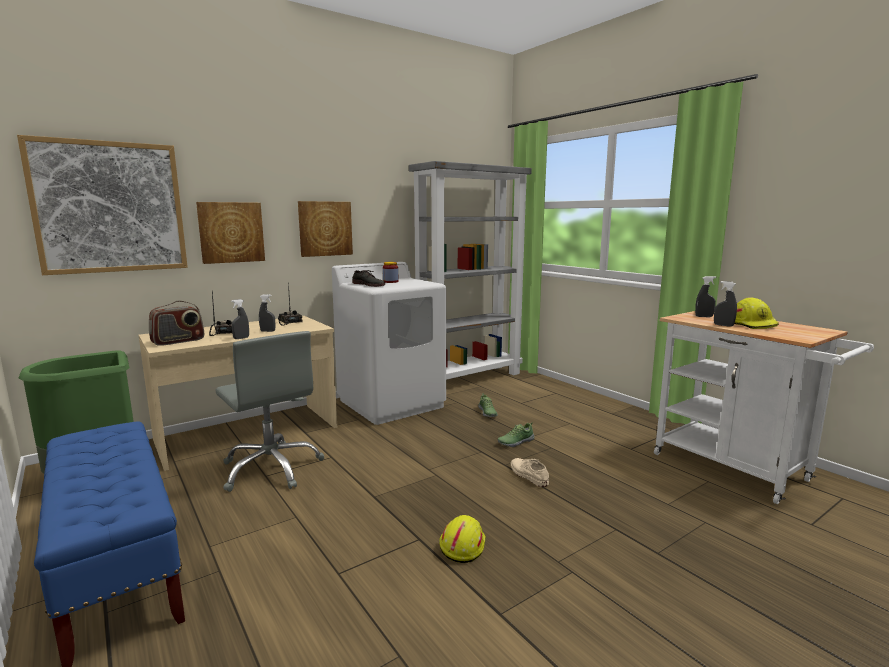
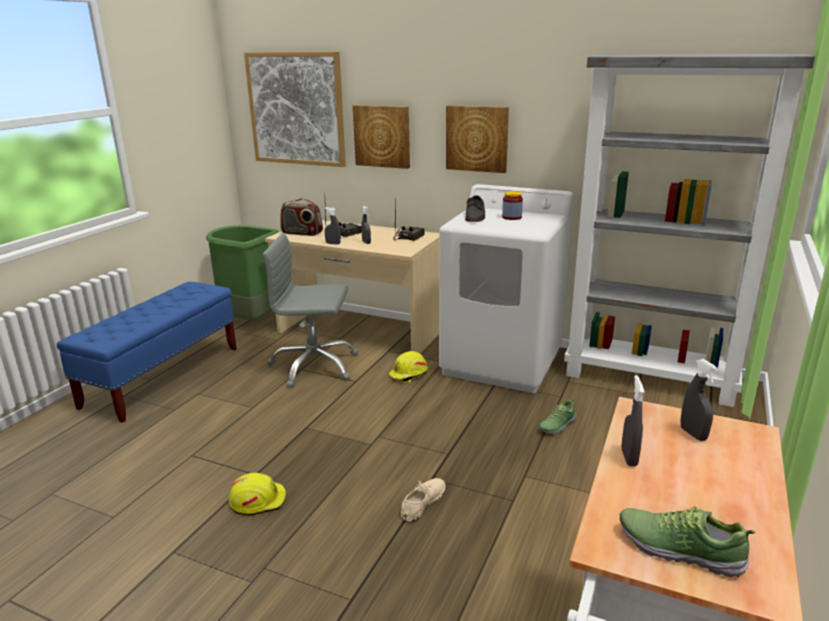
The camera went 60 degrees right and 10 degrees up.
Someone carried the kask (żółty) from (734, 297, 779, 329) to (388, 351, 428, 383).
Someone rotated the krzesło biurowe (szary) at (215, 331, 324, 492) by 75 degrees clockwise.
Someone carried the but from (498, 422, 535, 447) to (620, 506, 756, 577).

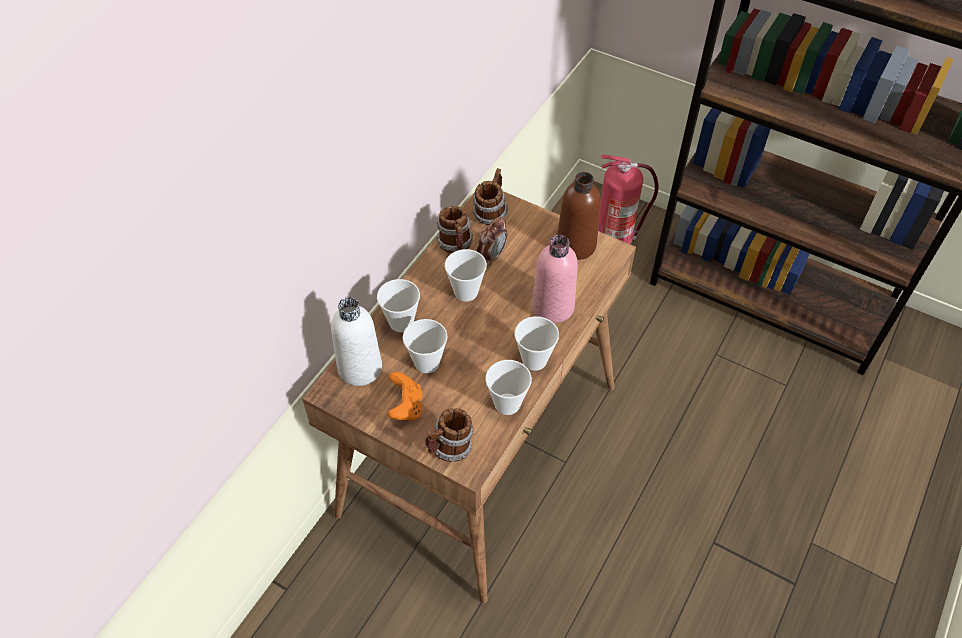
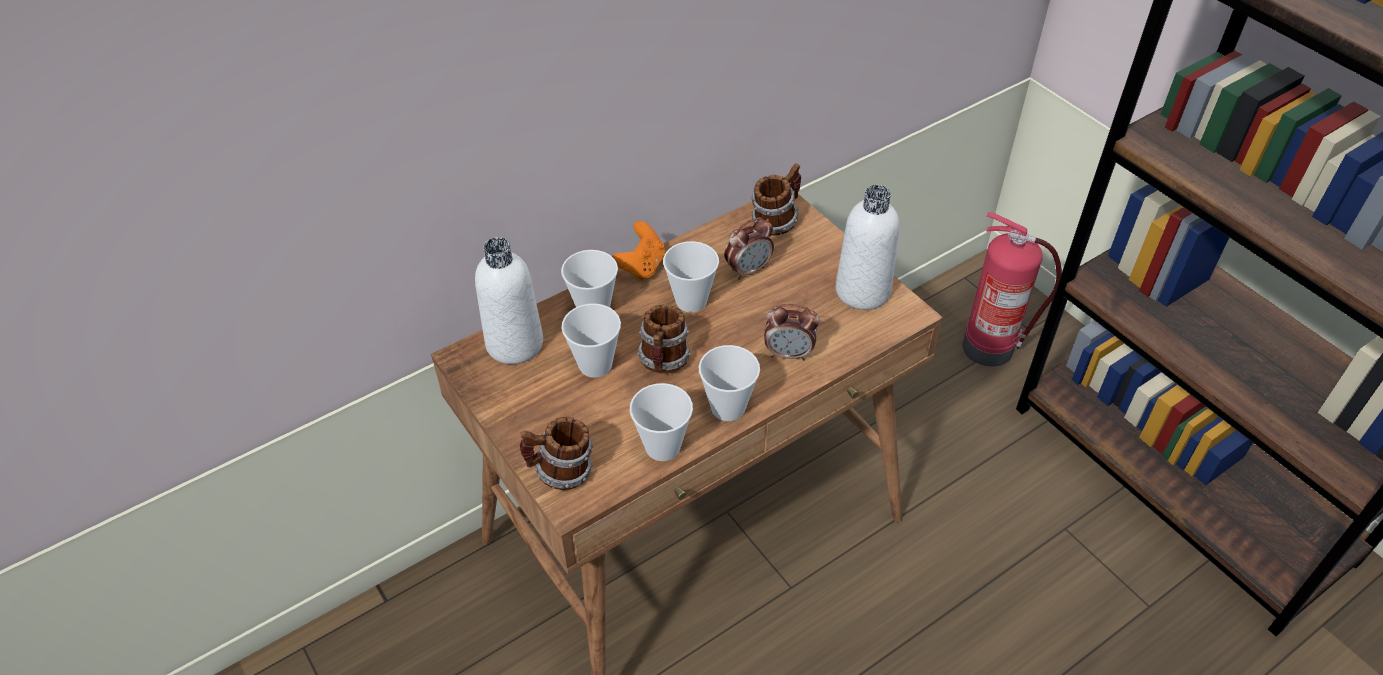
The camera went 25 degrees right and 5 degrees down.
Someone repainted the butelka (brązowy) at (557, 172, 601, 260), which became the butelka (biały) at (836, 185, 900, 310).
Someone carried the kubek from (437, 206, 473, 253) to (637, 305, 691, 373).
Someone swapped the butelka (różowy) at (532, 235, 578, 323) for the budzik at (764, 304, 819, 361).
Someone carried the pad do gier (pomarańczowy) from (387, 371, 423, 421) to (612, 221, 665, 281).

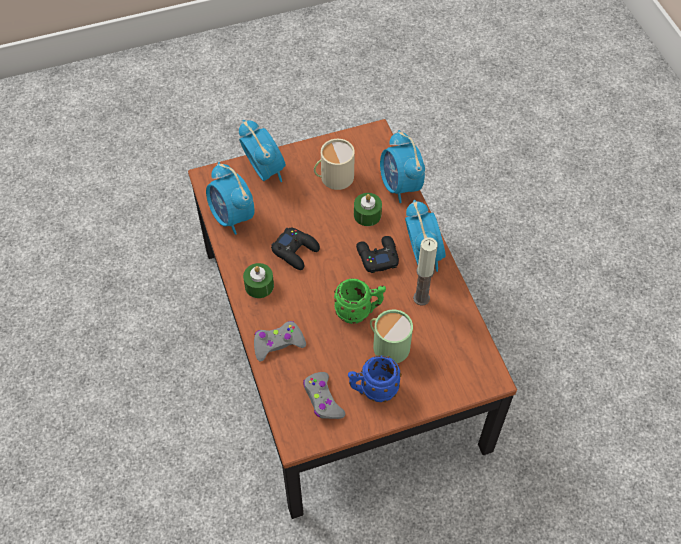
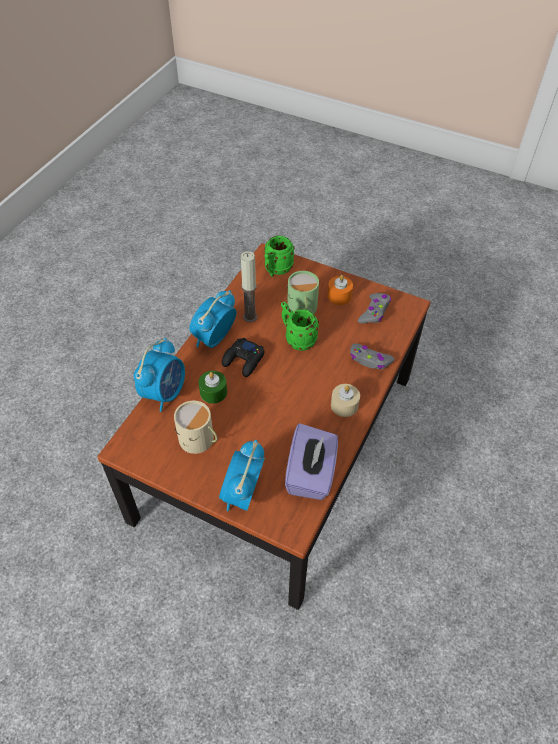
The camera went 135 degrees left and 5 degrees down.
Someone swapped the budzik at (206, 162, 254, 235) for the pudełko chusteczek (fioletowy) at (285, 423, 338, 500).
Someone took away the pad do gier (czarny) at (271, 228, 320, 270).
Someone repainted the świeca (zielony) at (243, 263, 274, 298), which became the świeca (beżowy) at (331, 384, 360, 417).
Someone swapped the kubek (niebieski) at (348, 355, 402, 402) for the świeca (pomarańczowy) at (327, 275, 353, 305).
Someone put down the kubek (zielony) at (264, 236, 295, 277).

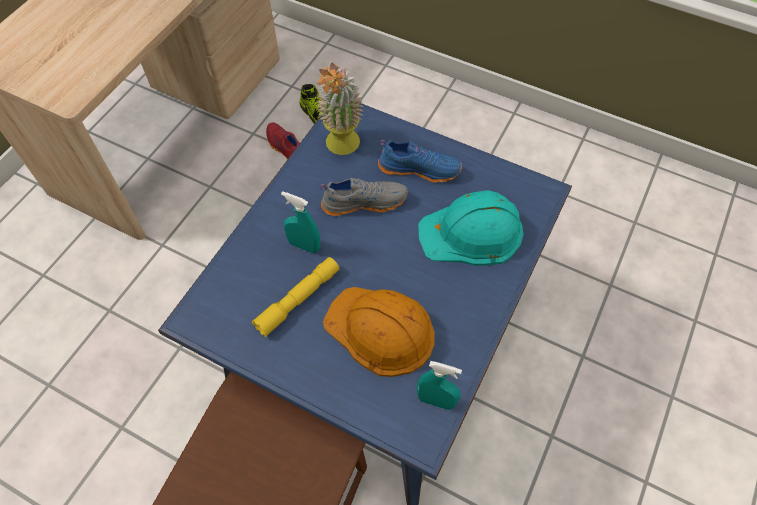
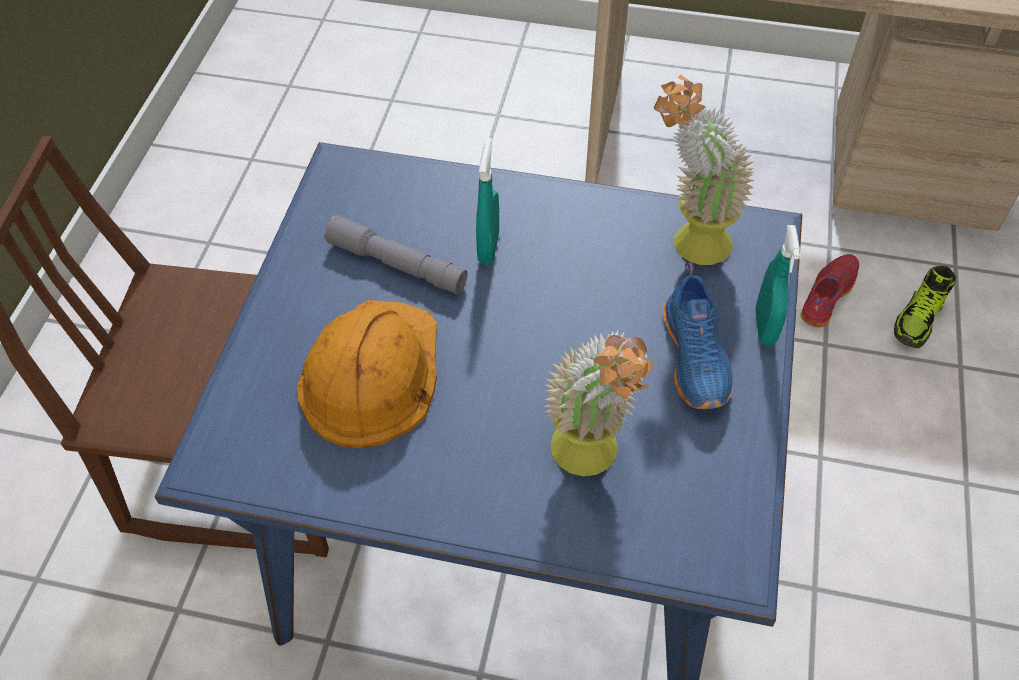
The camera went 75 degrees right and 5 degrees down.
Someone took away the but (szary) at (320, 178, 408, 216).
Someone swapped the kask (turkusowy) at (418, 190, 523, 266) for the roślina doniczkowa at (544, 331, 654, 476).
Someone repainted the latarka (żółty) at (252, 257, 340, 337), which became the latarka (szary) at (324, 214, 467, 294).
Someone carried the spryskiwacz (turkusowy) from (417, 361, 462, 410) to (755, 225, 800, 346).

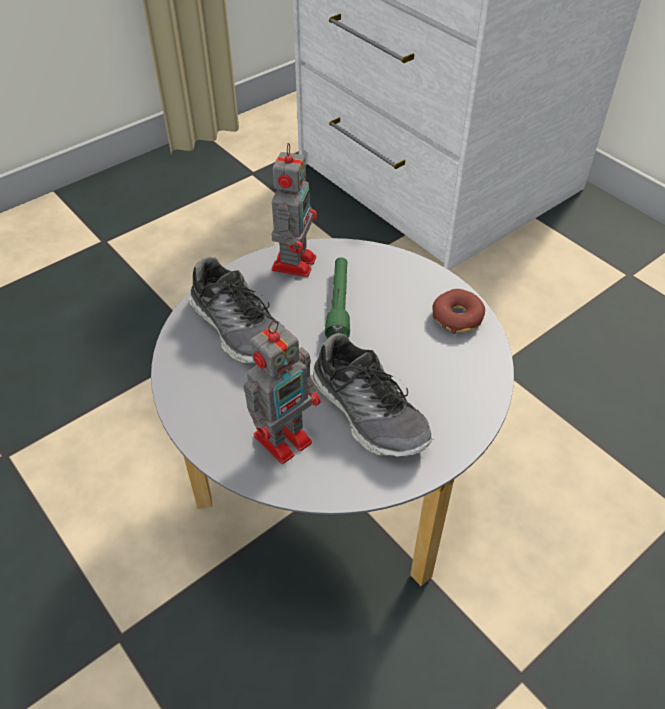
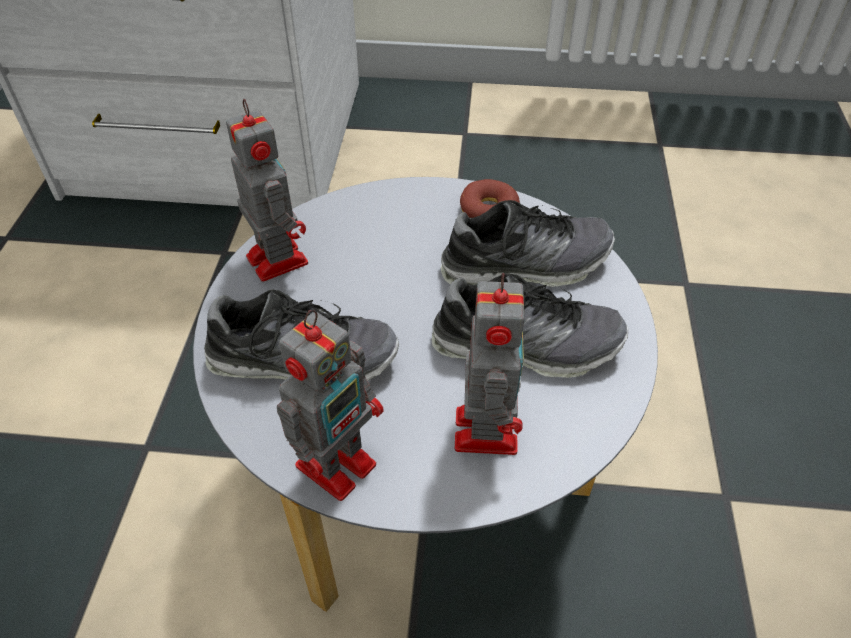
The camera went 45 degrees left and 0 degrees up.
Someone took away the latarka (zielony) at (325, 257, 350, 338).
Someone put down the but at (441, 200, 615, 287).
Someone put down the robot zabawkowy at (277, 310, 384, 501).

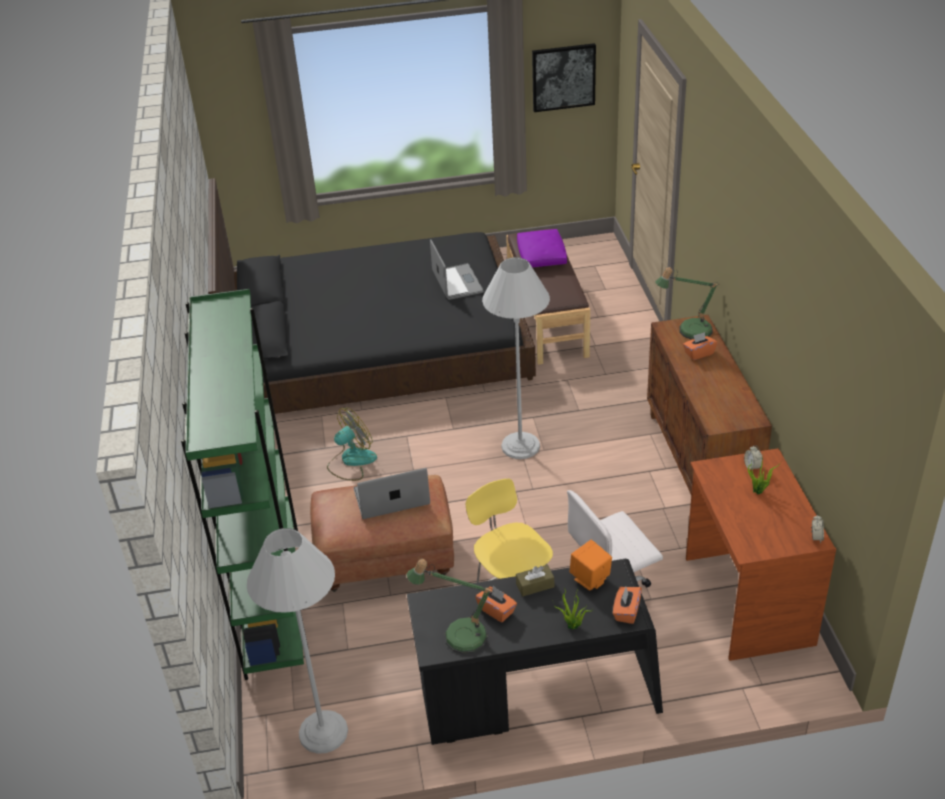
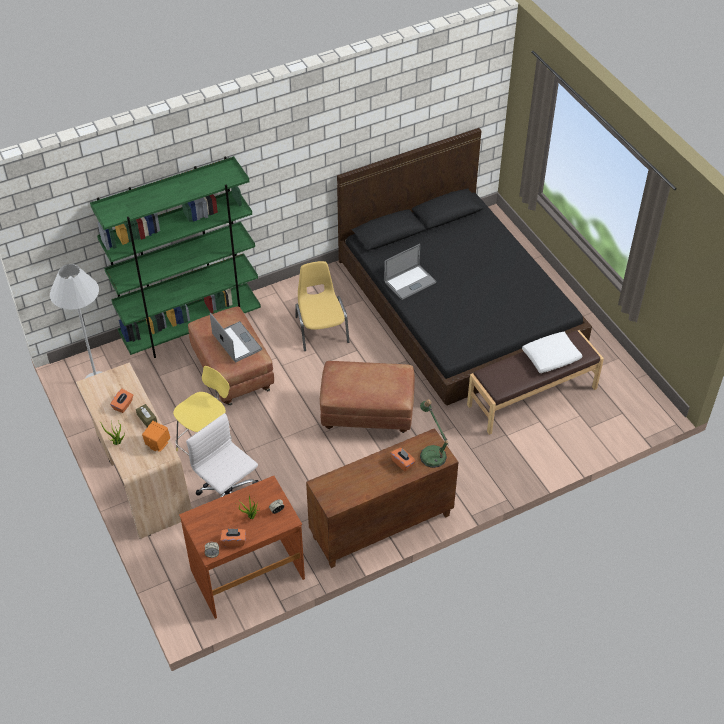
The camera went 70 degrees right and 10 degrees up.
Someone took away the obraz at (532, 43, 596, 112).
Someone repainted the poduszka (fioletowy) at (517, 229, 567, 267), which became the poduszka (biały) at (522, 332, 582, 373).
Someone carried the laptop from (430, 239, 484, 300) to (384, 244, 436, 300).
Someone swapped the lampa stojąca (biały) at (482, 257, 550, 459) for the pufa (brązowy) at (320, 361, 415, 433).
Someone swapped the wentylator at (327, 408, 377, 481) for the krzesło (żółty) at (295, 261, 349, 351).
Someone repainted the biurko (czarny) at (407, 559, 663, 745), which became the biurko (beżowy) at (76, 362, 192, 539).
Someone took away the lampa stołowa at (407, 559, 494, 654).
Someone carried the pudełko chusteczek (pomarańczowy) from (613, 587, 642, 624) to (221, 529, 246, 547).

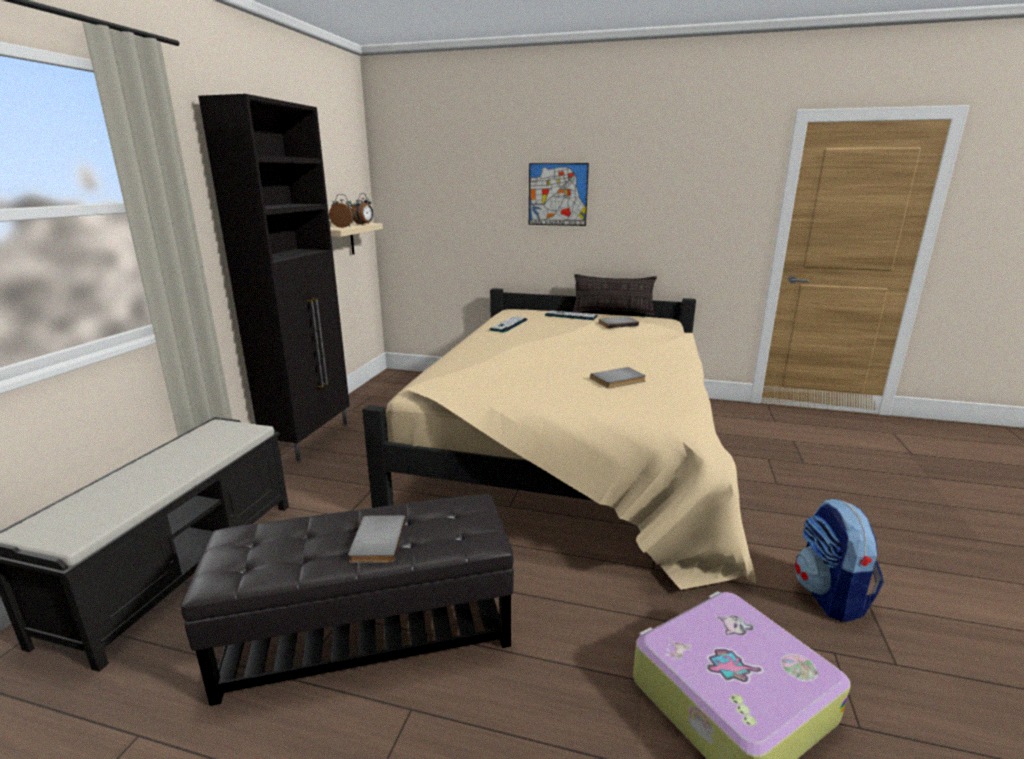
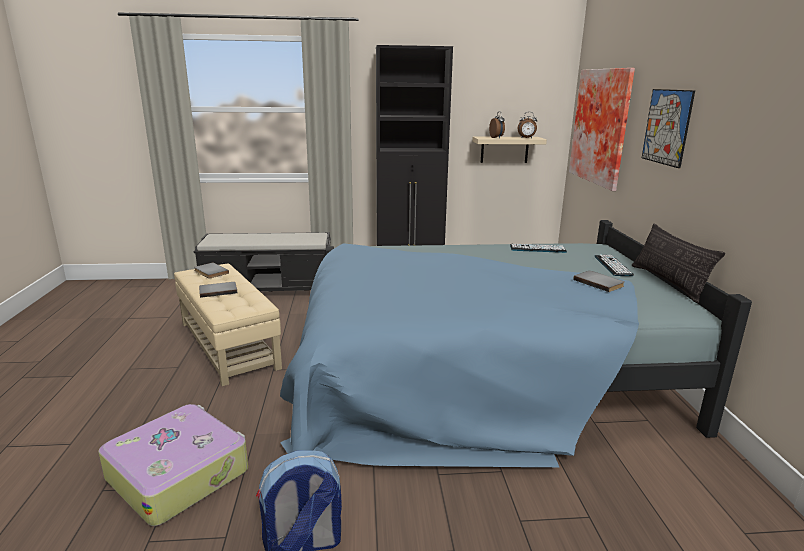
The camera went 70 degrees right and 0 degrees up.
Someone repainted the łóżko (beżowy) at (362, 288, 756, 590), which became the łóżko (niebieski) at (280, 220, 752, 467).
Someone carried the książka (szary) from (590, 367, 646, 388) to (194, 263, 229, 279).
Someone repainted the pufa (czarny) at (180, 494, 514, 706), which became the pufa (beżowy) at (174, 264, 282, 386).
Someone put up the obraz at (569, 68, 635, 191).

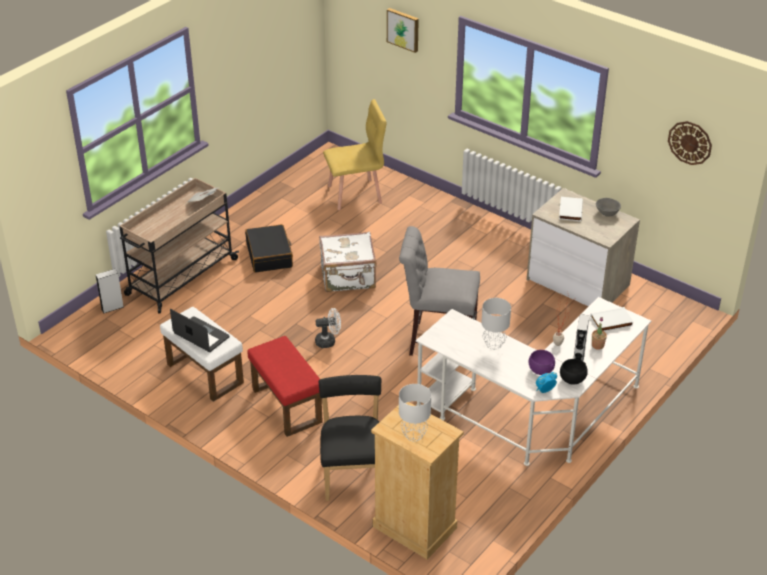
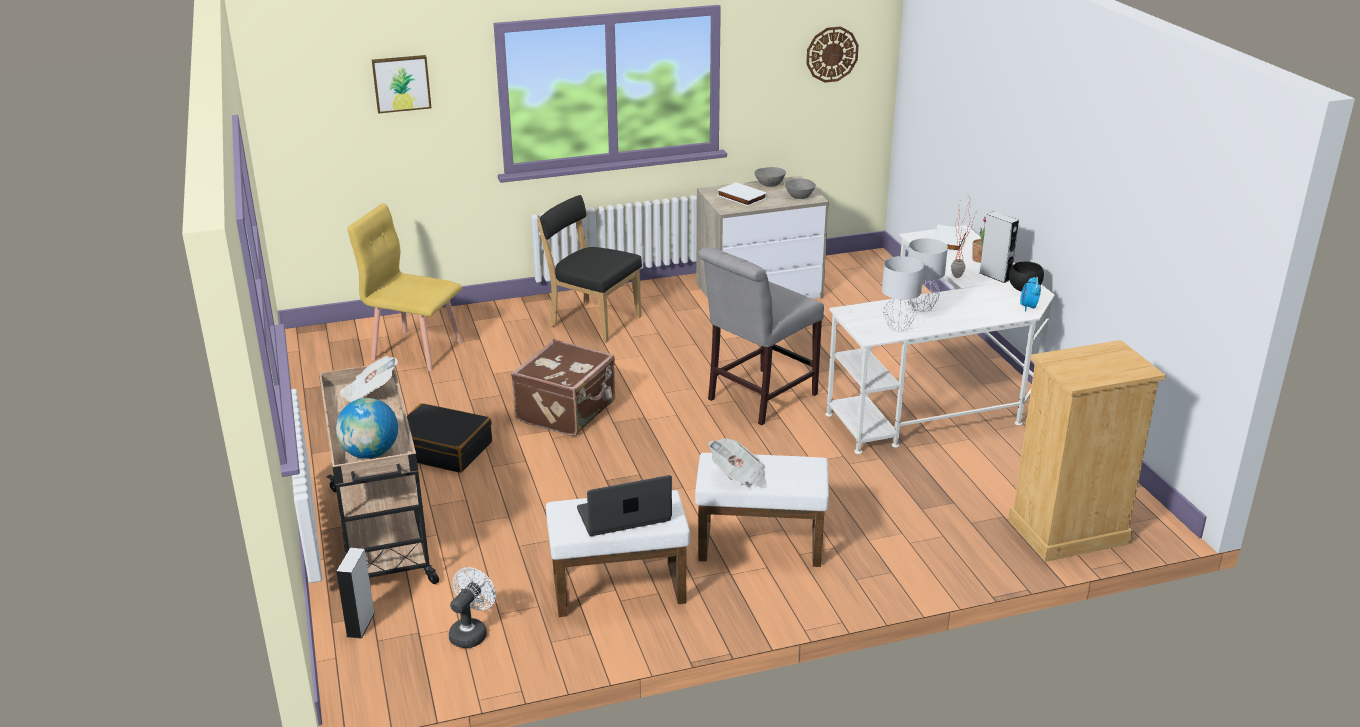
The camera went 55 degrees left and 10 degrees down.
Someone rotated the krzesło (żółty) at (323, 99, 387, 210) by 90 degrees counterclockwise.
Someone repainted the walizka (biały) at (319, 231, 376, 292), which became the walizka (brązowy) at (511, 339, 615, 436).
Someone carried the wentylator (biały) from (315, 308, 341, 348) to (449, 567, 496, 648).
Someone repainted the pufa (czerwony) at (247, 336, 323, 437), which became the pufa (biały) at (695, 453, 829, 567).
Someone took away the miska (fioletowy) at (529, 350, 555, 375).
Someone carried the krzesło (czarny) from (319, 375, 381, 501) to (537, 195, 642, 342).
Someone carried the lampa stołowa (szary) from (399, 384, 431, 442) to (882, 256, 924, 332).
Someone put down the miska (szary) at (785, 179, 816, 199).
Someone put down the globus at (336, 398, 398, 459).
Someone put down the gazeta at (708, 438, 767, 488).

